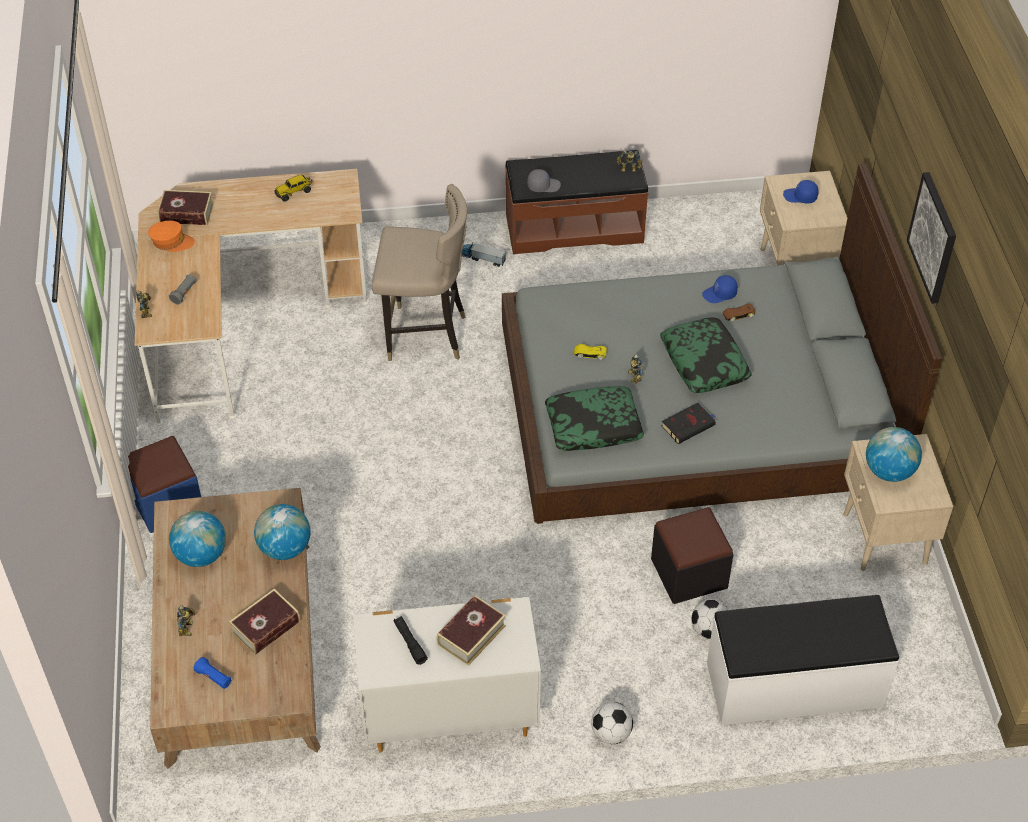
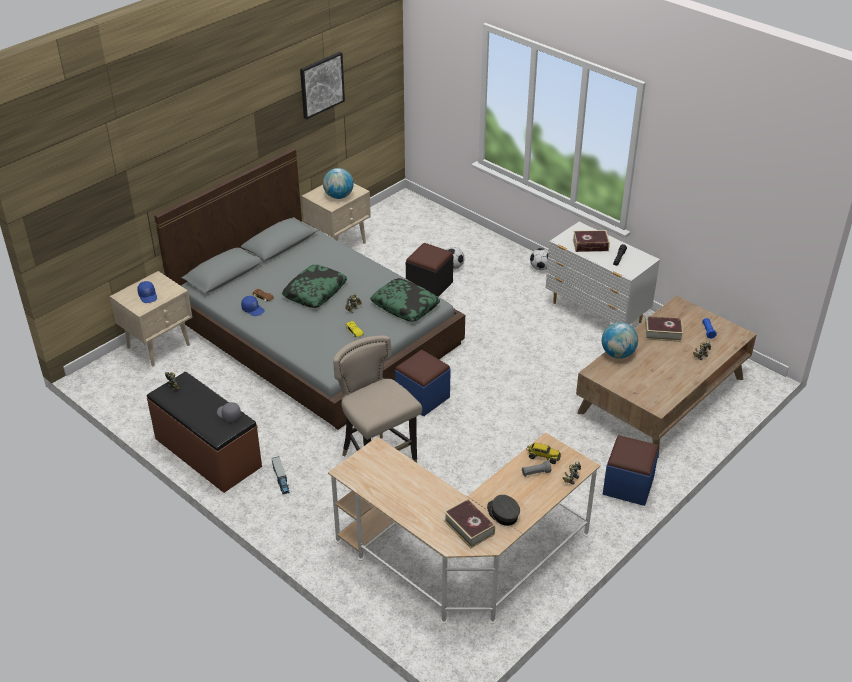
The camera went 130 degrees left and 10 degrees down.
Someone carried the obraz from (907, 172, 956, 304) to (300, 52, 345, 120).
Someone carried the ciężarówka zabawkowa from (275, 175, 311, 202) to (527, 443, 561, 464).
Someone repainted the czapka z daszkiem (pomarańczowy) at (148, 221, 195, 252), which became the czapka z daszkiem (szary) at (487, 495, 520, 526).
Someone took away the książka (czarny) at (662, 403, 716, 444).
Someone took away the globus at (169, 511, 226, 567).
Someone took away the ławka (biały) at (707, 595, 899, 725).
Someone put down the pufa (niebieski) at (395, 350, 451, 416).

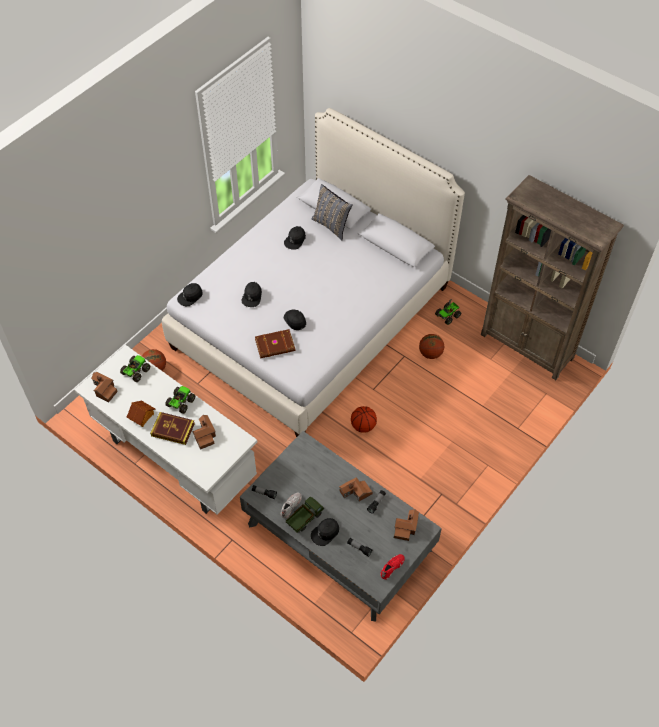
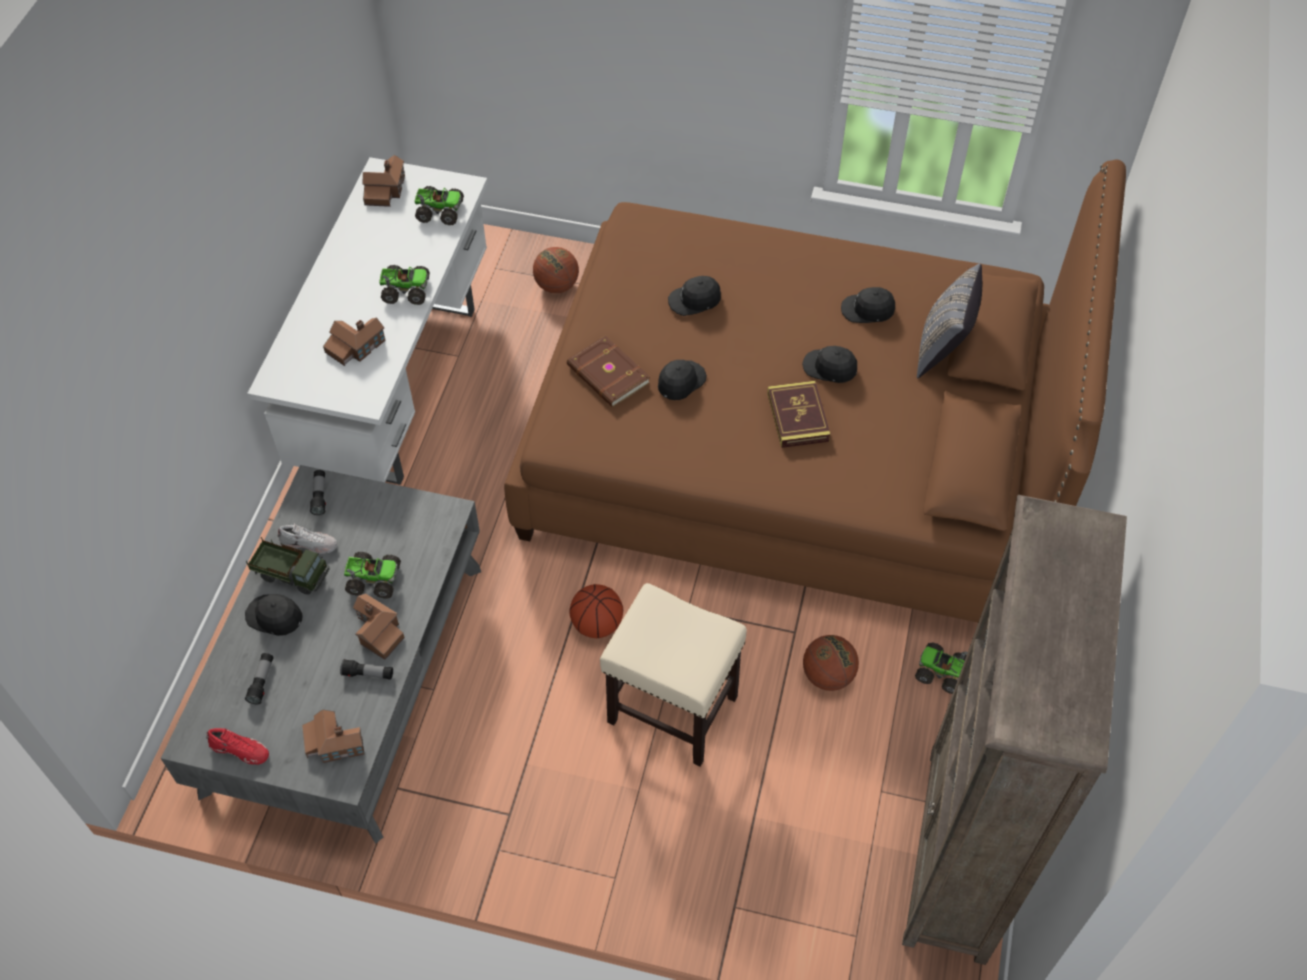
The camera went 65 degrees right and 0 degrees up.
Someone repainted the łóżko (biały) at (162, 108, 465, 437), which became the łóżko (brązowy) at (504, 160, 1126, 623).
Someone carried the czapka z daszkiem (czarny) from (177, 283, 203, 306) to (802, 346, 857, 383).
Someone took away the domek at (127, 400, 155, 427).
Someone carried the książka from (150, 412, 195, 445) to (767, 381, 831, 448).
Someone put down the ciężarówka zabawkowa at (344, 552, 401, 599).
Someone put down the stołek (beżowy) at (600, 583, 747, 767).

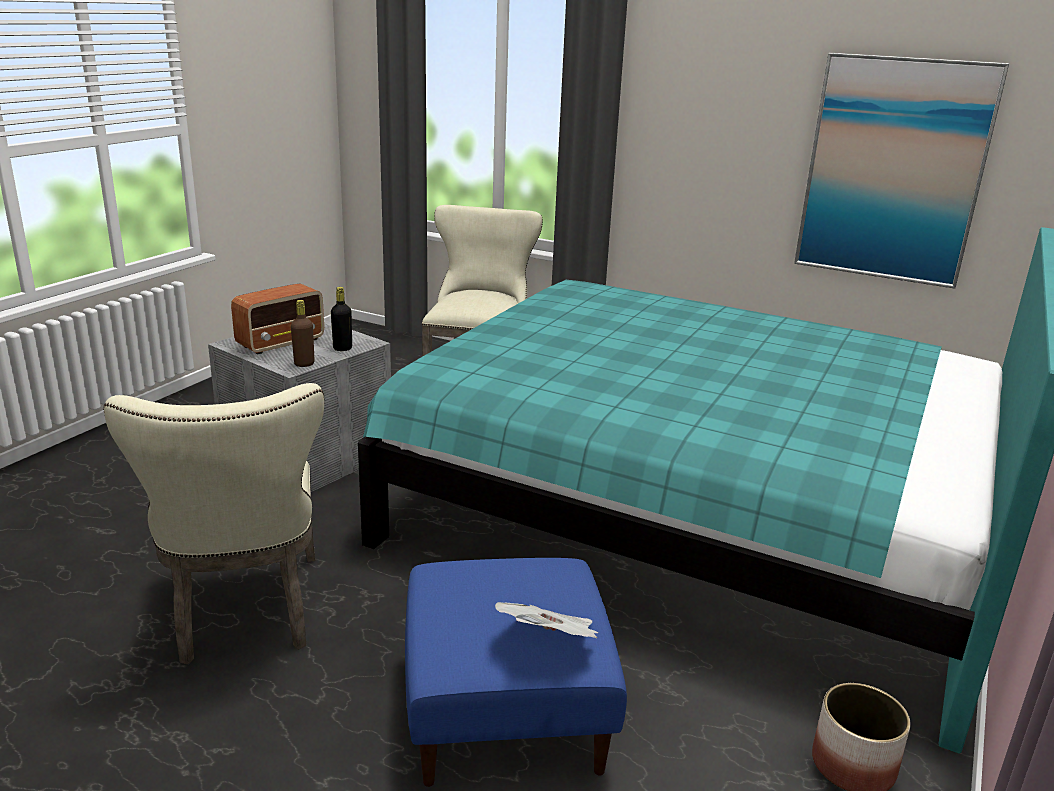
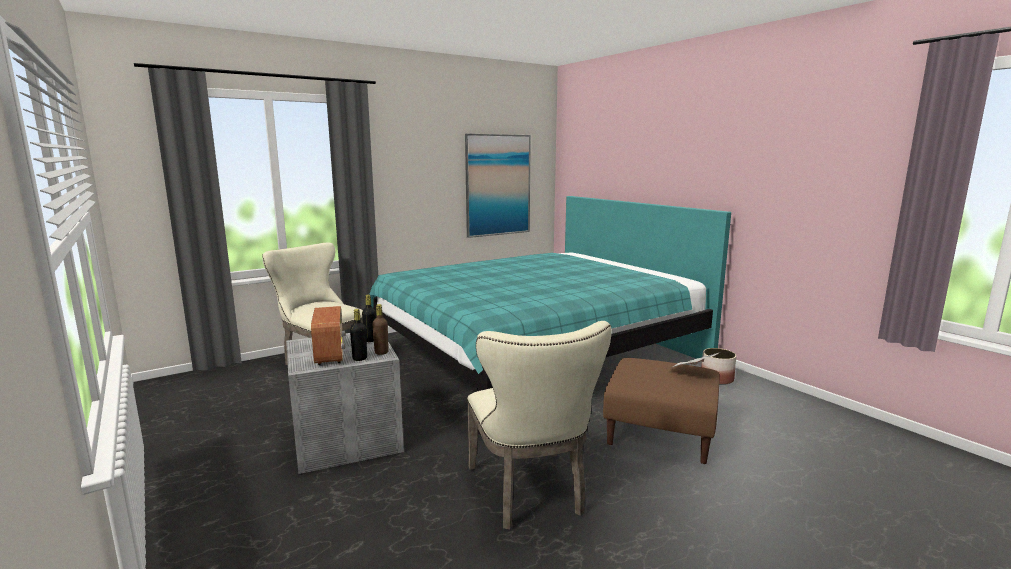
The camera went 60 degrees left and 10 degrees down.
Someone rotated the krzesło (beżowy) at (103, 383, 325, 665) by 60 degrees clockwise.
Someone repainted the pufa (niebieski) at (405, 558, 627, 787), which became the pufa (brązowy) at (603, 358, 720, 464).
Someone put down the butelka (czarny) at (350, 309, 367, 361).

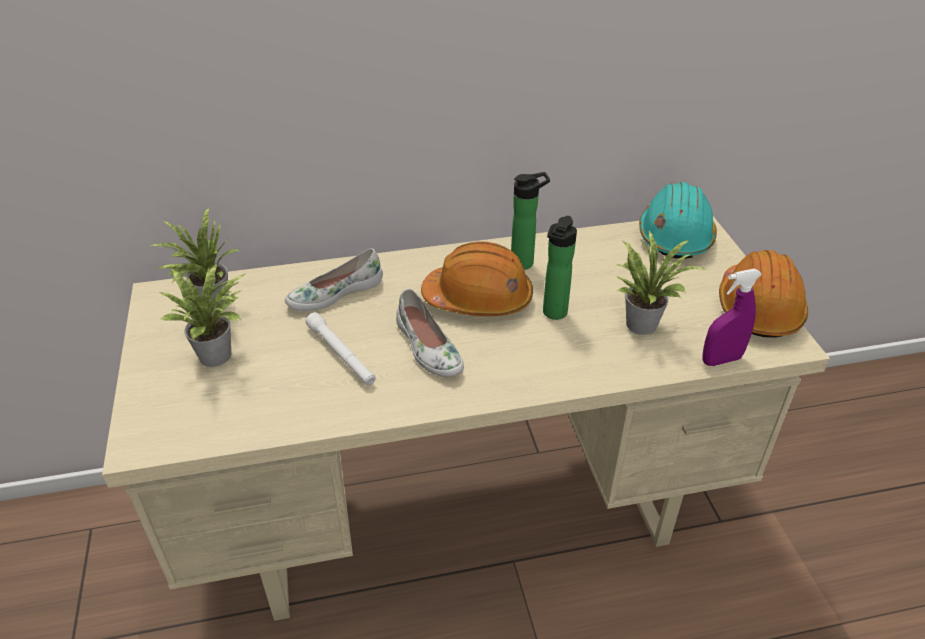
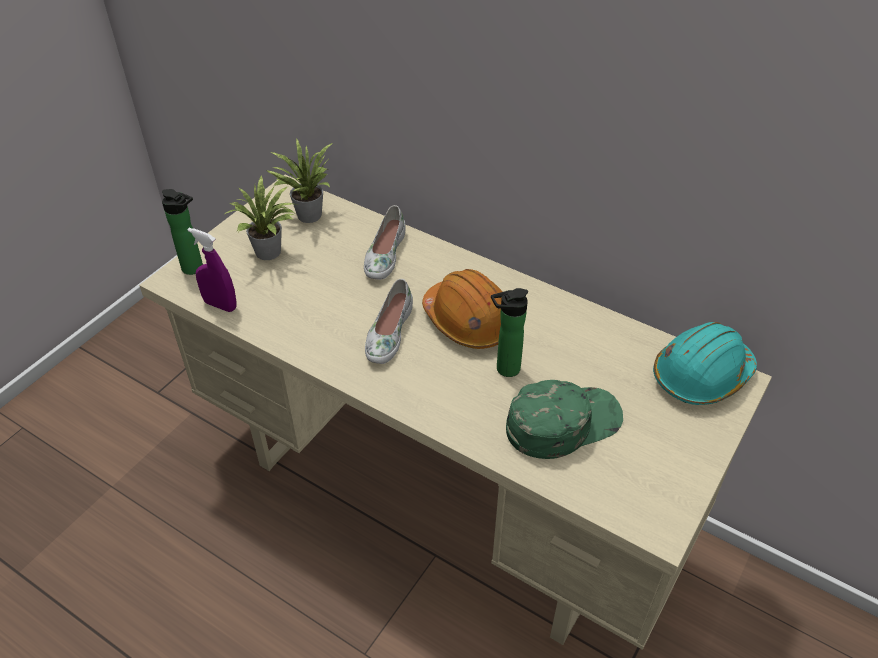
The camera went 45 degrees right and 5 degrees up.
Someone carried the butelka from (511, 172, 550, 270) to (162, 189, 203, 275).
Someone swapped the roślina doniczkowa at (616, 231, 707, 335) for the czapka z daszkiem (zielony) at (506, 380, 623, 459).
Someone rotated the but (biały) at (285, 248, 383, 312) by 90 degrees counterclockwise.
Someone took away the kask (pomarańczowy) at (719, 250, 808, 338).
Someone carried the spryskiwacz (fioletowy) from (702, 269, 762, 366) to (188, 228, 237, 312).
Someone took away the latarka (biały) at (306, 312, 376, 385).

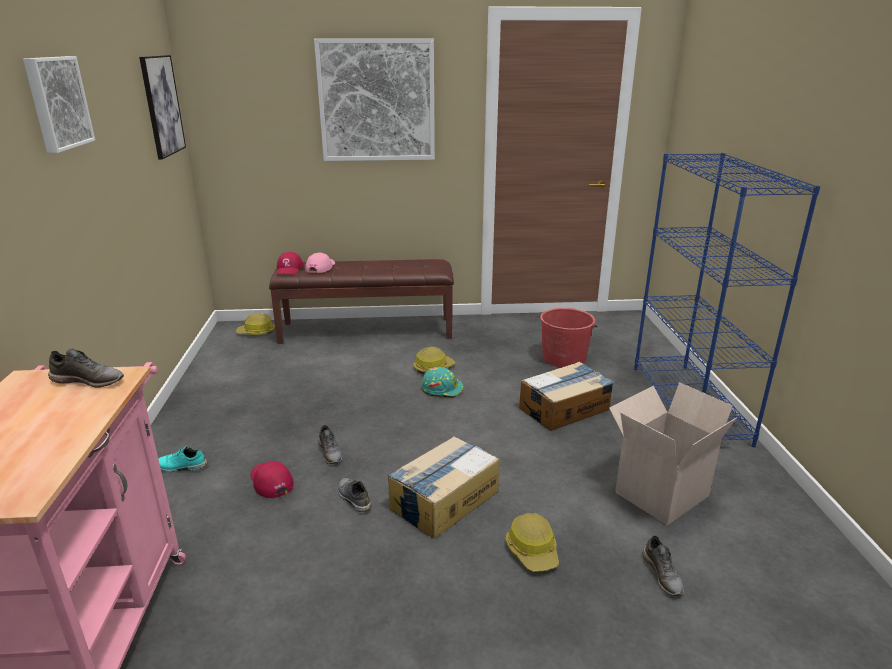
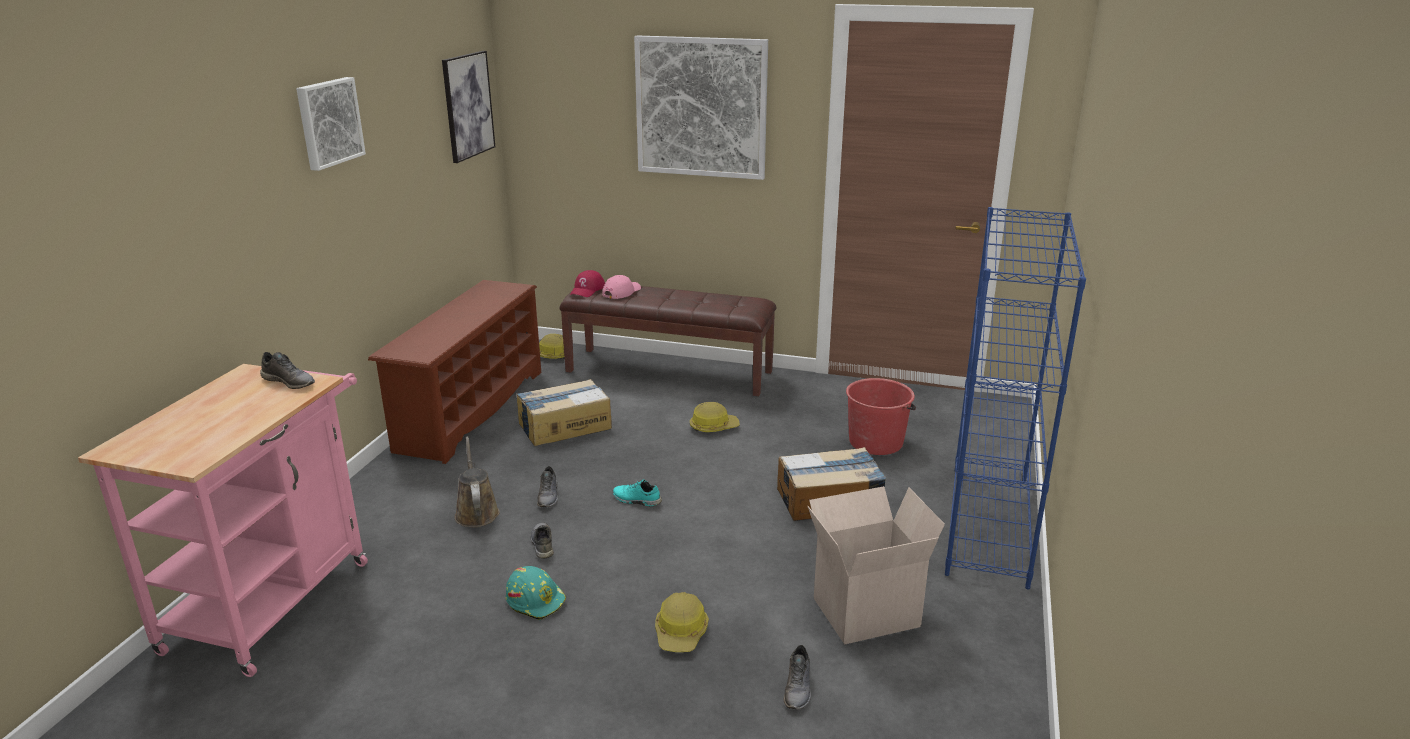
The camera went 20 degrees right and 0 degrees up.
Someone carried the kask (turkusowy) from (421, 367, 464, 398) to (506, 566, 566, 620).
Someone carried the karton from (387, 436, 499, 539) to (516, 379, 612, 446).
Someone carried the but (turkusowy) from (158, 446, 207, 472) to (613, 479, 662, 506).
Someone swapped the czapka z daszkiem (czerwony) at (250, 461, 294, 498) for the konewka (brązowy) at (455, 436, 500, 527).
Someone put down the regał na buty (brązowy) at (368, 280, 541, 464).

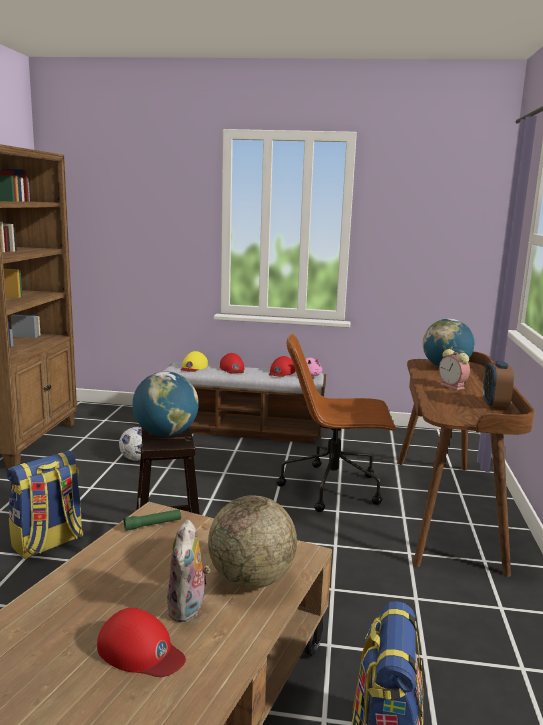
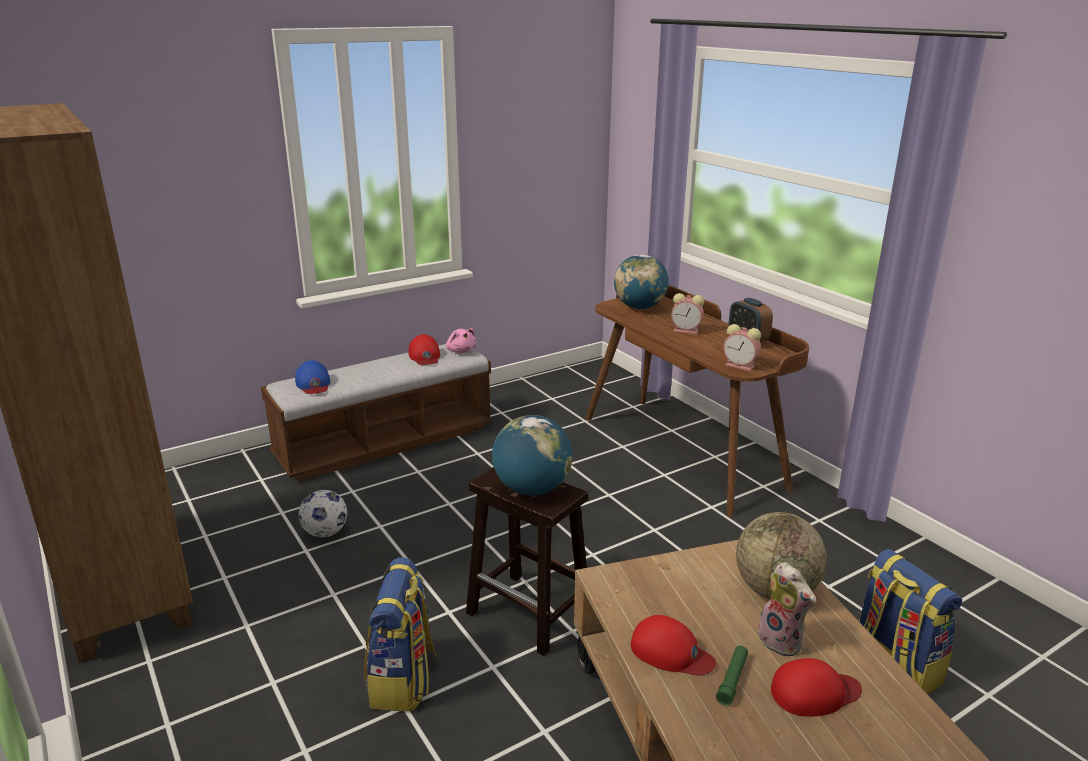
The camera went 40 degrees left and 10 degrees up.
Someone took away the krzesło biurowe (brązowy) at (276, 334, 396, 512).
Someone repainted the czapka z daszkiem (żółty) at (181, 351, 208, 372), which became the czapka z daszkiem (niebieski) at (295, 360, 330, 394).
Someone carried the czapka z daszkiem (czerwony) from (220, 353, 244, 374) to (631, 615, 716, 676).
Someone carried the latarka (zielony) from (124, 510, 181, 531) to (716, 646, 748, 706).
Someone put down the budzik at (723, 324, 761, 371).

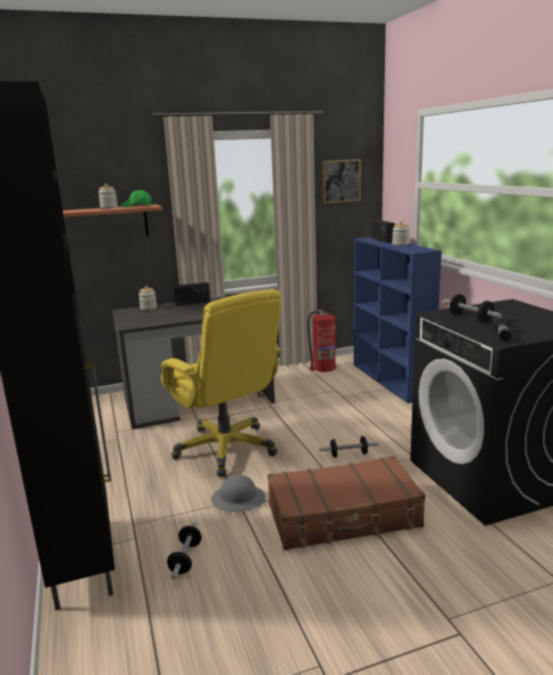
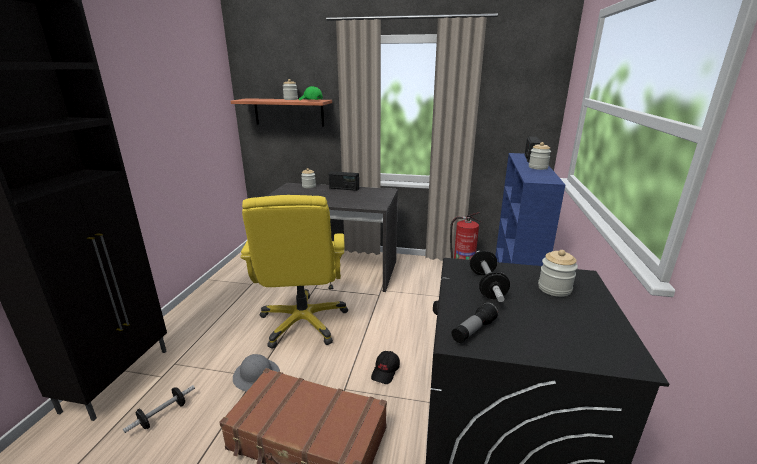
The camera went 30 degrees right and 5 degrees up.
Someone took away the obraz at (322, 159, 361, 203).
Someone swapped the hantel at (319, 436, 379, 458) for the czapka z daszkiem (czarny) at (371, 351, 400, 384).
Someone put down the słoik at (538, 250, 578, 297).

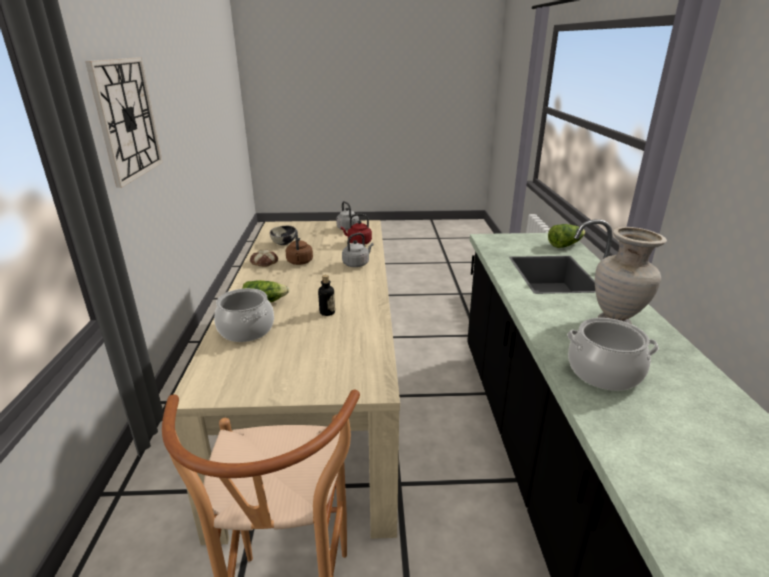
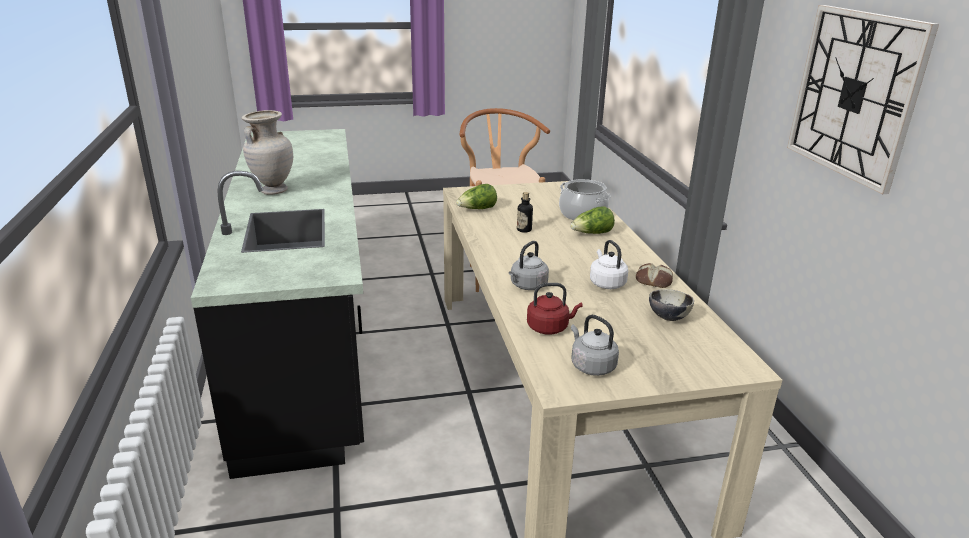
The camera went 170 degrees right and 0 degrees up.
Someone carried the sałata from (548, 224, 586, 248) to (456, 184, 497, 209).
Someone repainted the czajnik (brązowy) at (285, 230, 313, 265), which became the czajnik (biały) at (590, 240, 628, 289).
Someone took away the garnek at (567, 318, 659, 391).

